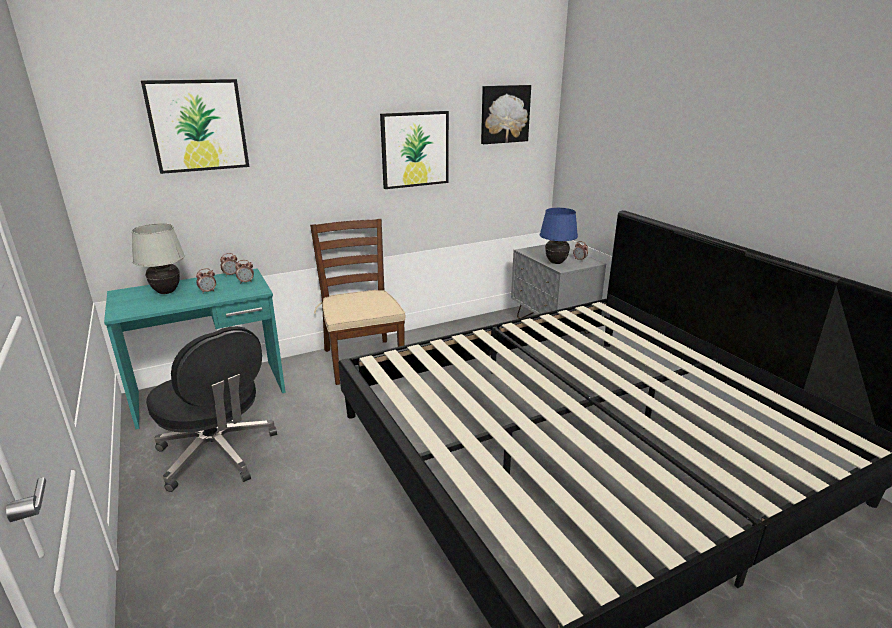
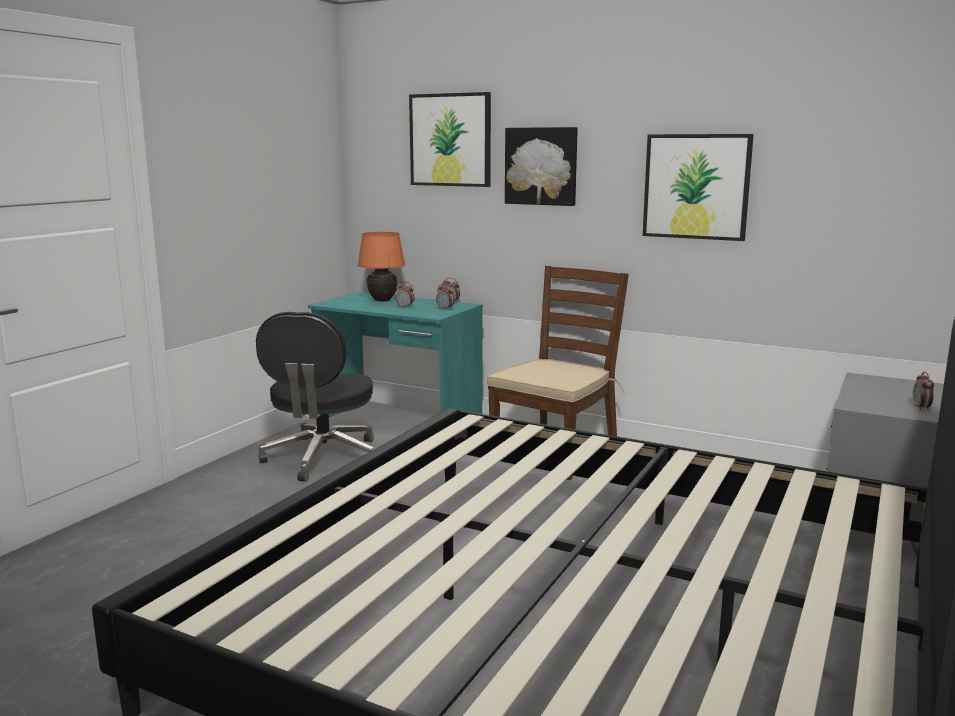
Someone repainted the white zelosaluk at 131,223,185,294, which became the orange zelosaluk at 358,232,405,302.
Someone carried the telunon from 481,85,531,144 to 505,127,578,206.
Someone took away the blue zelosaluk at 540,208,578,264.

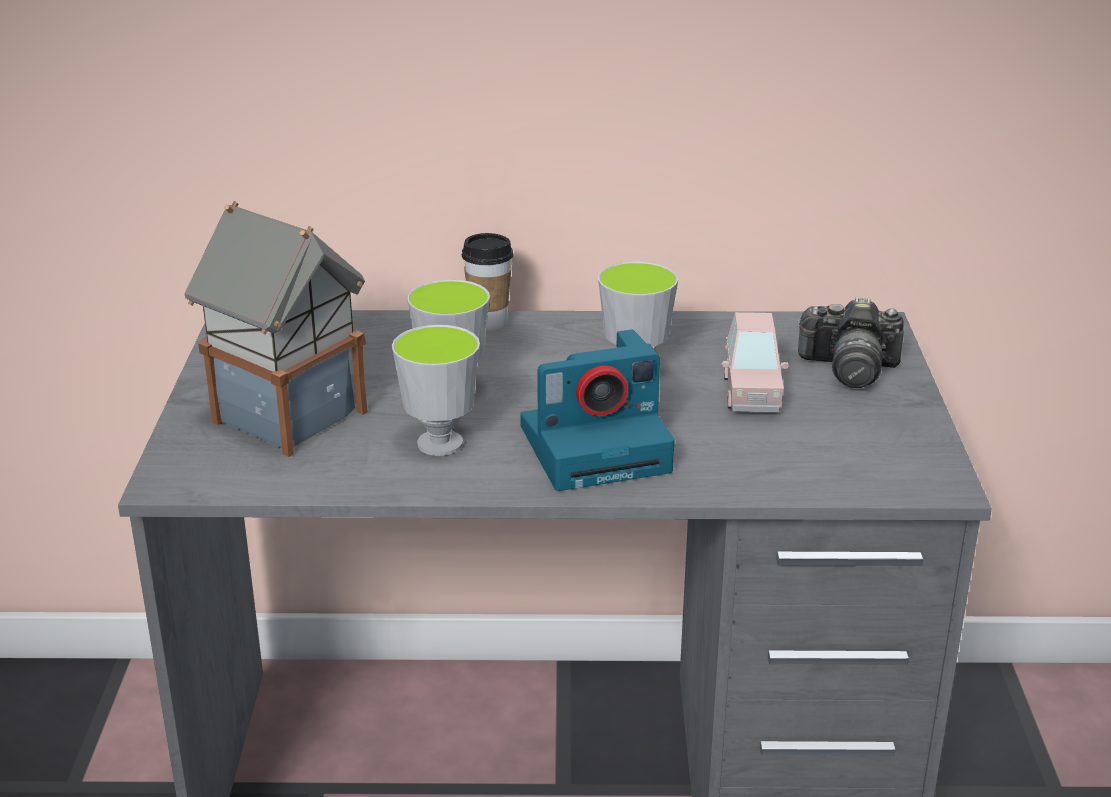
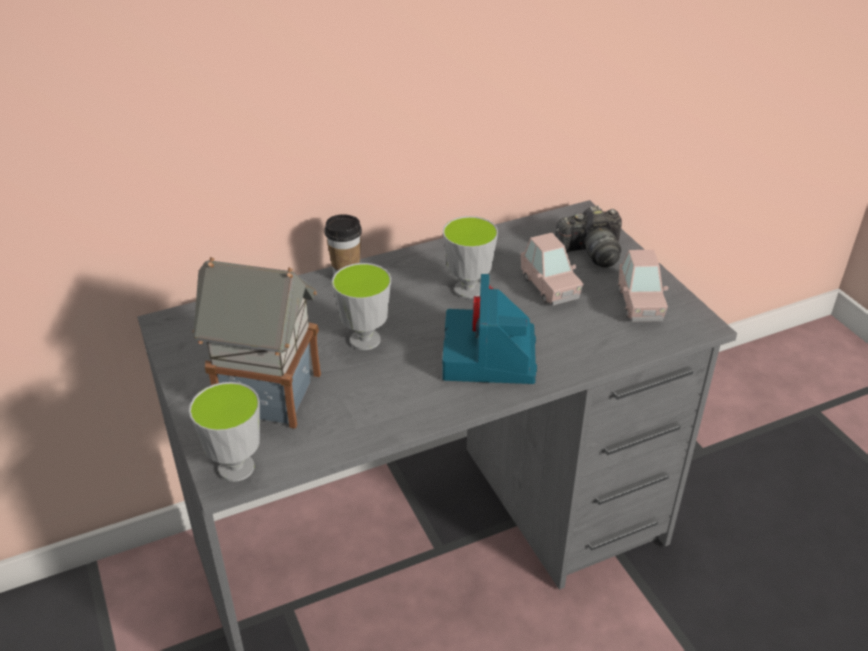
Someone carried the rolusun from 392,325,480,456 to 189,382,260,482.
Someone rotated the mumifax at 520,329,675,491 by 135 degrees clockwise.
Someone put down the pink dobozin at 618,250,668,322.

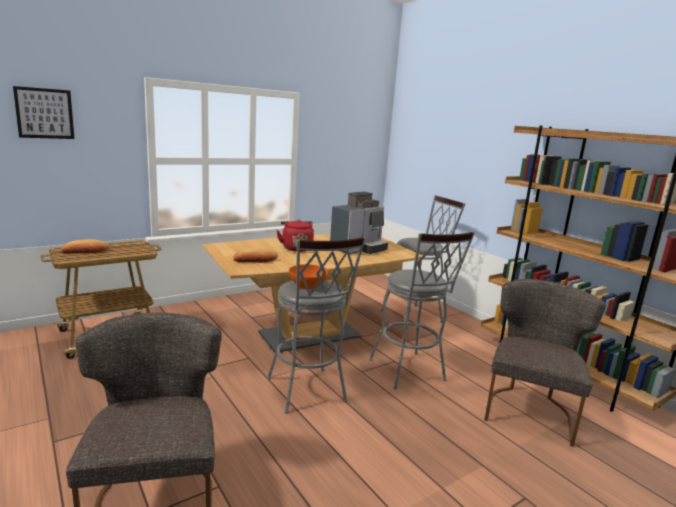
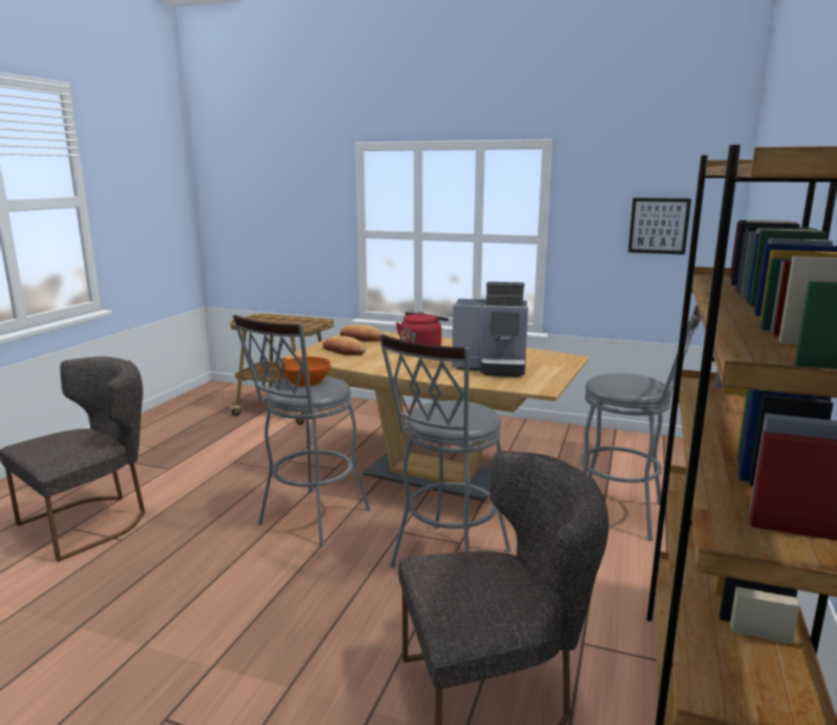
Someone carried the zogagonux from 61,239,109,254 to 340,324,383,341.
Someone carried the telunon from 13,86,74,139 to 628,198,691,255.

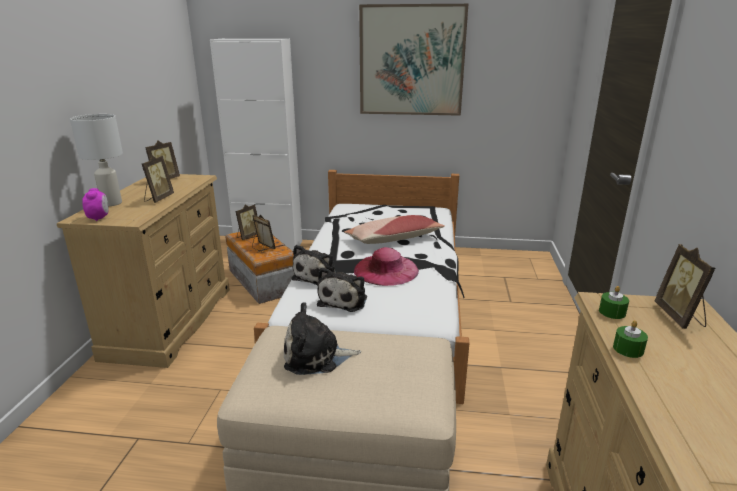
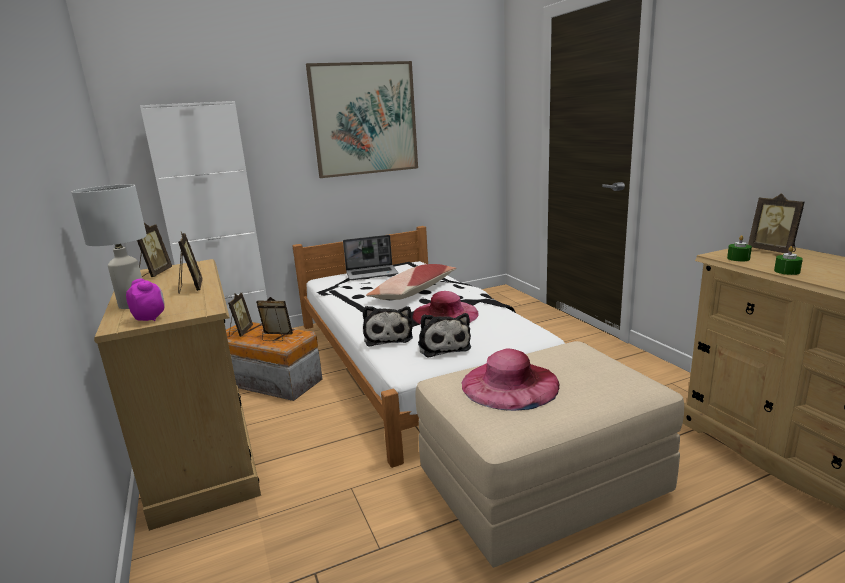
Someone put down the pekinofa at 343,235,398,280.
Someone swapped the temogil at 284,302,361,375 for the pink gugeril at 462,349,559,411.

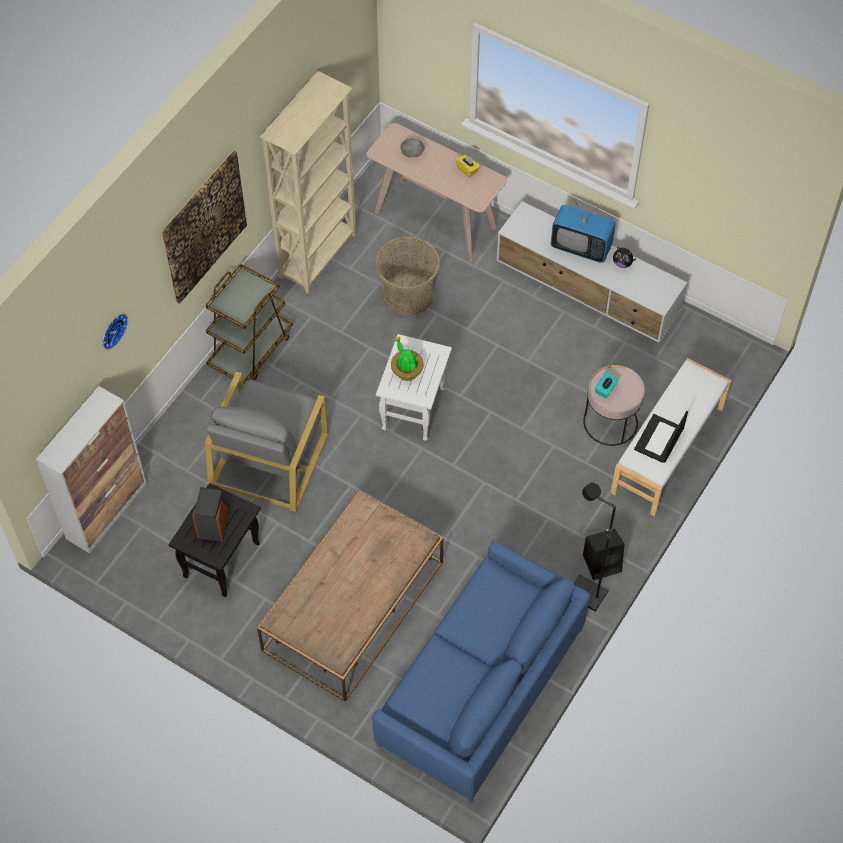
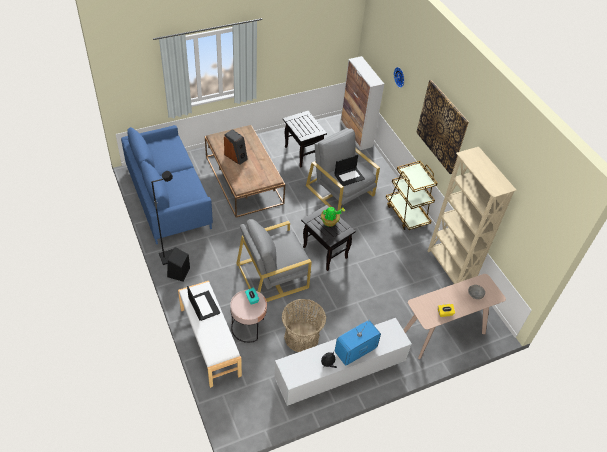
Someone carried the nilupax from 192,487,229,542 to 224,129,248,165.
Someone put down the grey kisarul at 236,219,312,302.
Someone carried the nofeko from 375,236,440,315 to 282,299,326,352.
Someone repainted the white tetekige at 376,334,452,441, which became the black tetekige at 301,205,356,271.
Someone put down the pekinofa at 335,155,365,186.

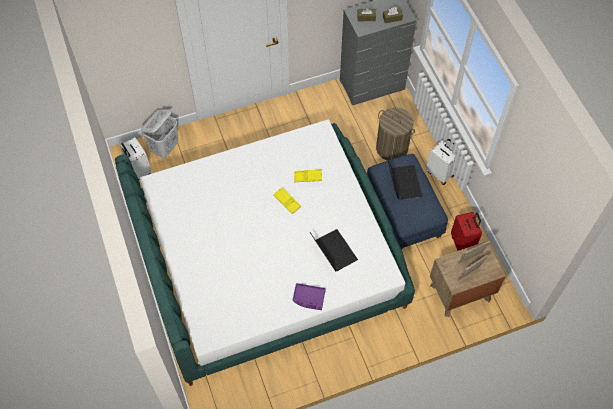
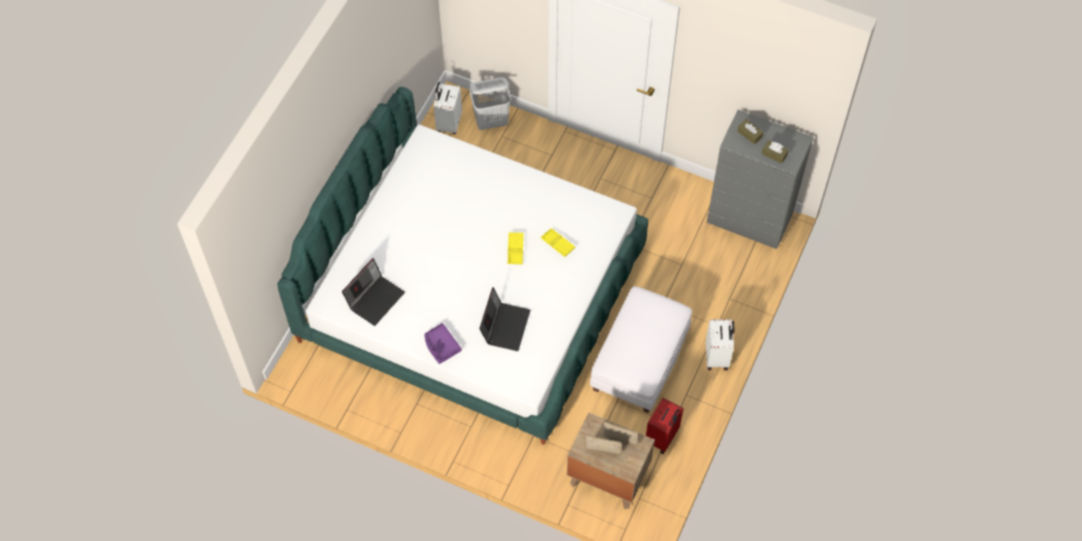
Someone carried the pekinofa from 387,156,422,200 to 342,258,405,326.
Someone repainted the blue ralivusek at 367,154,448,250, which became the white ralivusek at 590,286,692,413.
Someone took away the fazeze at 376,108,415,161.

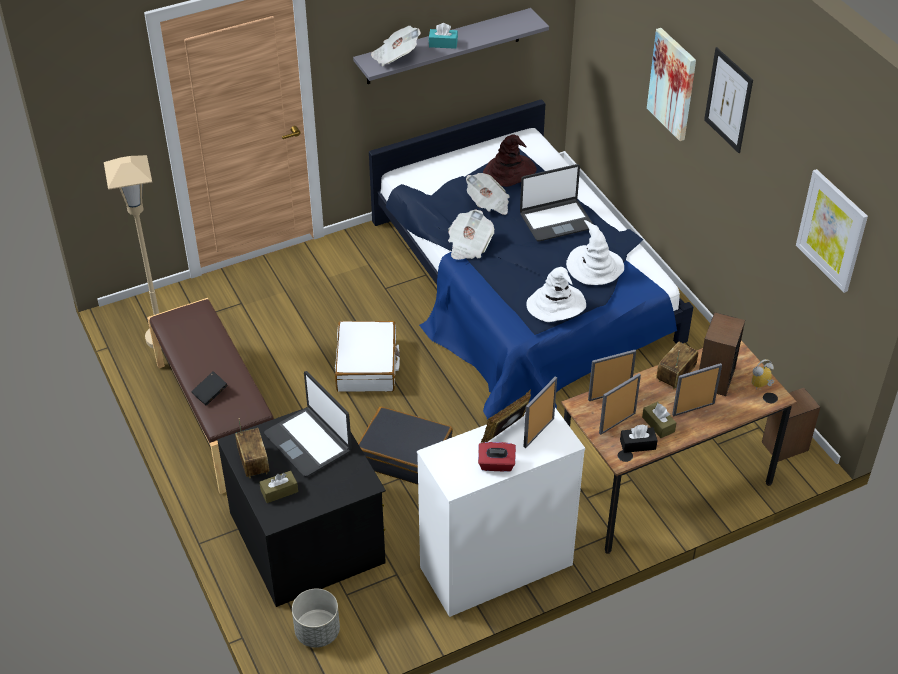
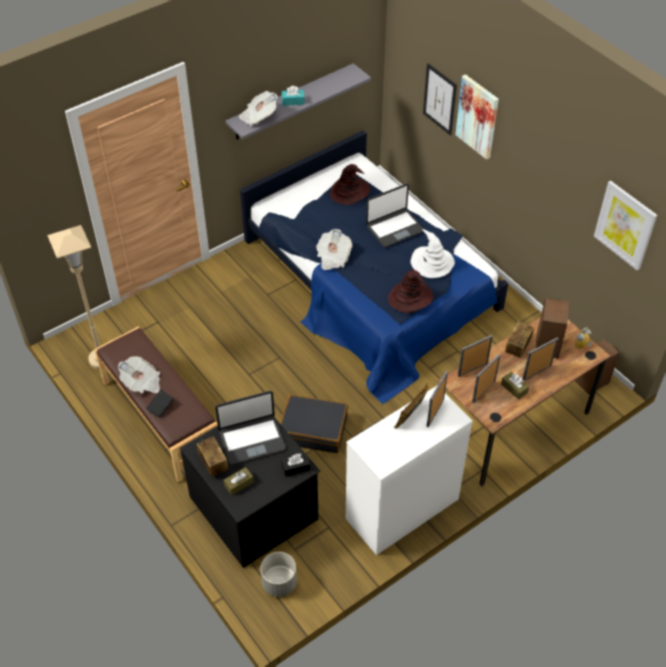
Someone carried the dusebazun from 466,173,510,215 to 118,356,160,393.
Someone rotated the pekinofa at 264,371,352,477 by 60 degrees counterclockwise.
Someone carried the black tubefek from 620,425,657,453 to 281,453,310,477.
Someone repainted the white gugeril at 526,267,586,322, which became the brown gugeril at 388,270,434,313.
Someone carried the telunon from 704,47,753,153 to 423,63,457,136.
Someone took away the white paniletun at 335,321,400,392.
Someone took away the red tubefek at 478,442,516,472.

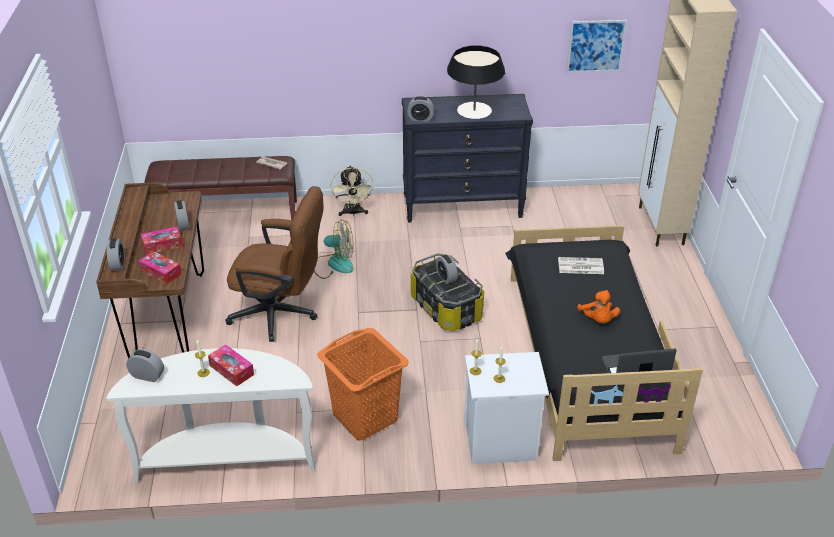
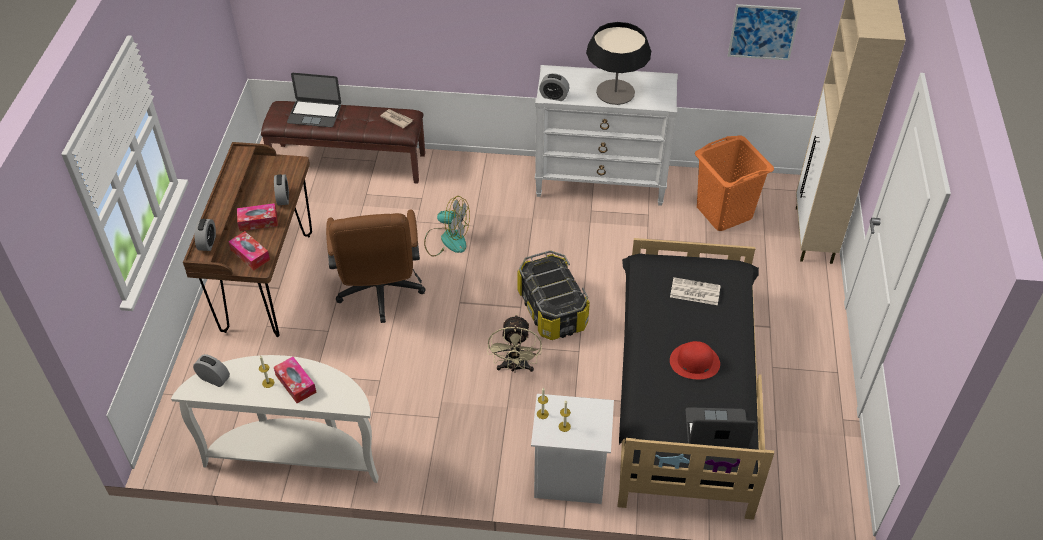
Someone put down the pekinofa at 287,73,341,127.
Someone rotated the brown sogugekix at 225,186,323,342 by 60 degrees clockwise.
Someone carried the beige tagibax from 331,166,374,216 to 487,314,542,373.
Someone repainted the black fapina at 402,94,533,223, which became the white fapina at 535,65,678,206.
Someone swapped the orange temogil at 577,290,620,323 for the red gugeril at 670,341,720,379.
Someone carried the orange fazeze from 317,328,409,440 to 695,135,774,231.
Someone took away the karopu at 436,255,458,284.

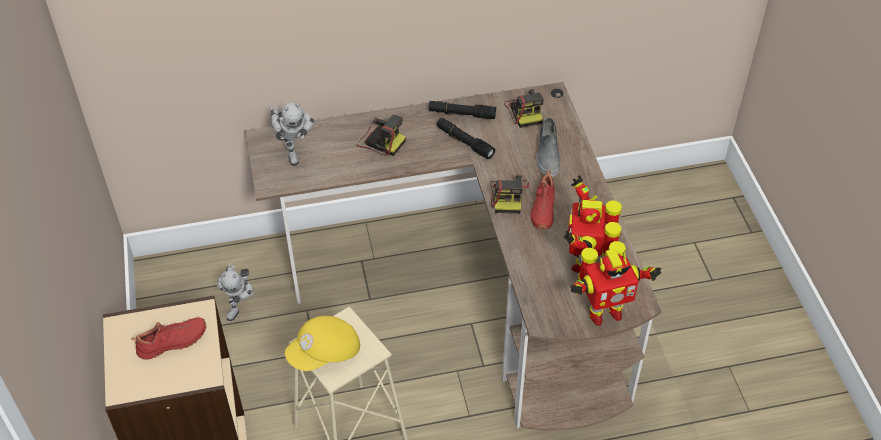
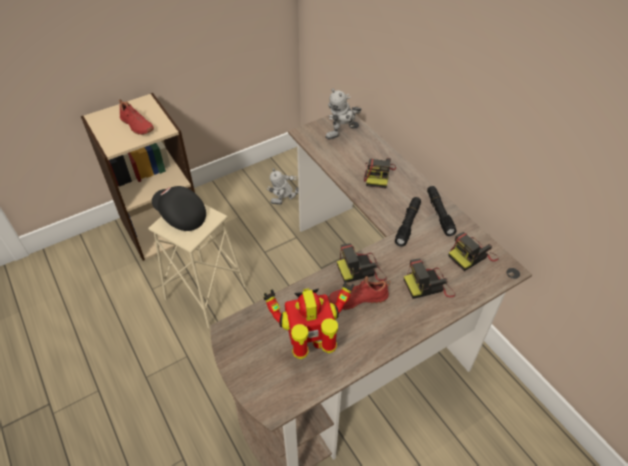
Someone repainted the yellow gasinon at 285,316,360,371, which became the black gasinon at 152,186,206,231.
Someone swapped the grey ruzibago at 536,118,560,177 for the mumifax at 404,259,455,299.
Someone took away the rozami at 570,241,661,326.

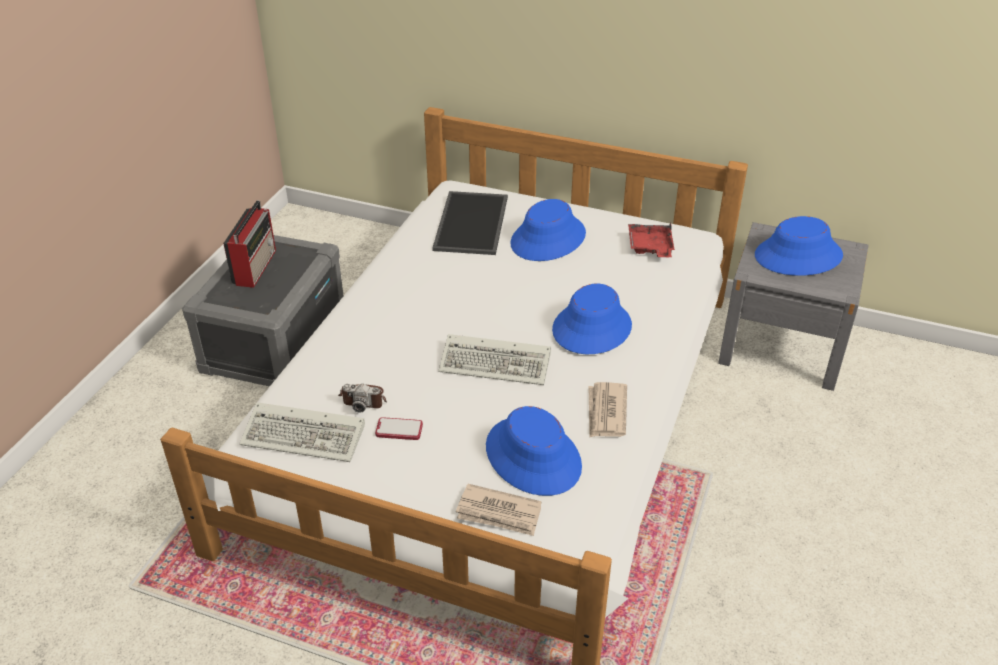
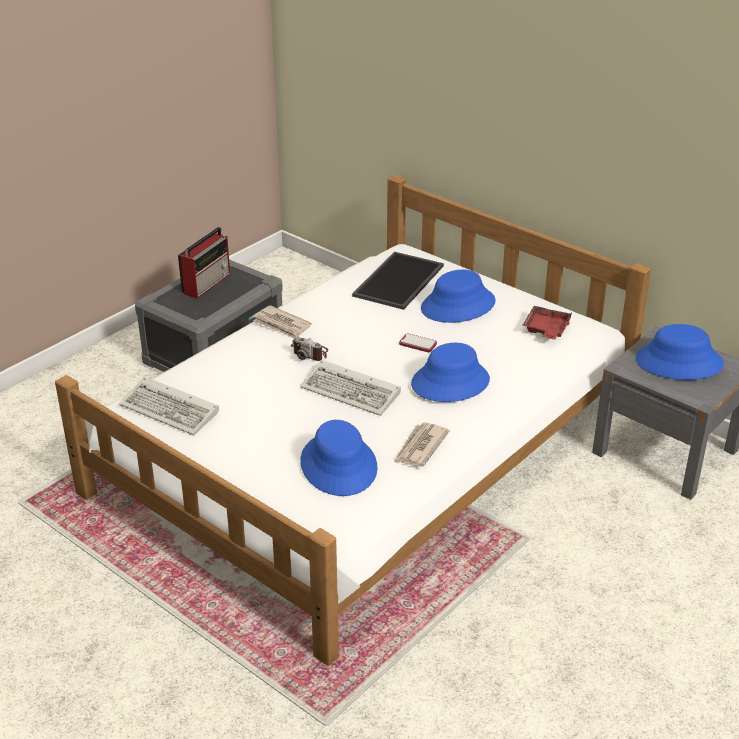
Someone carried the dusebazun from 456,484,542,536 to 253,306,312,338.
Someone carried the mumifax from 338,384,387,413 to 291,336,328,361.
Someone carried the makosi from 375,417,423,440 to 399,333,437,352.

